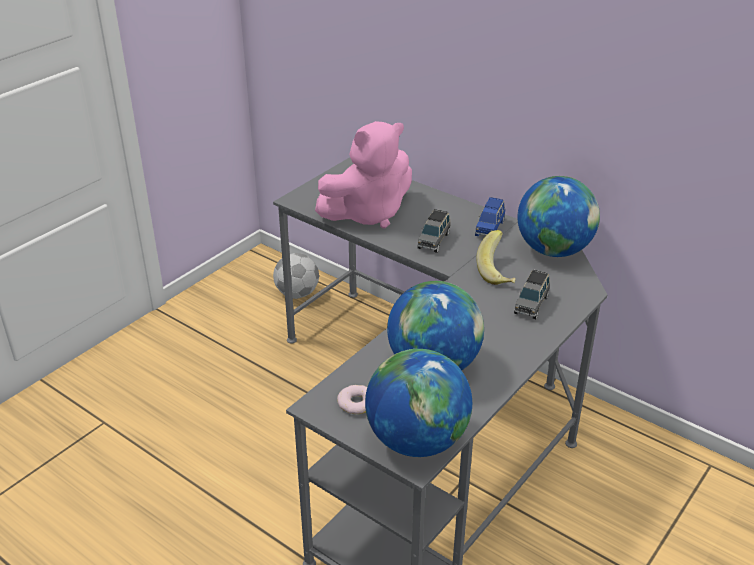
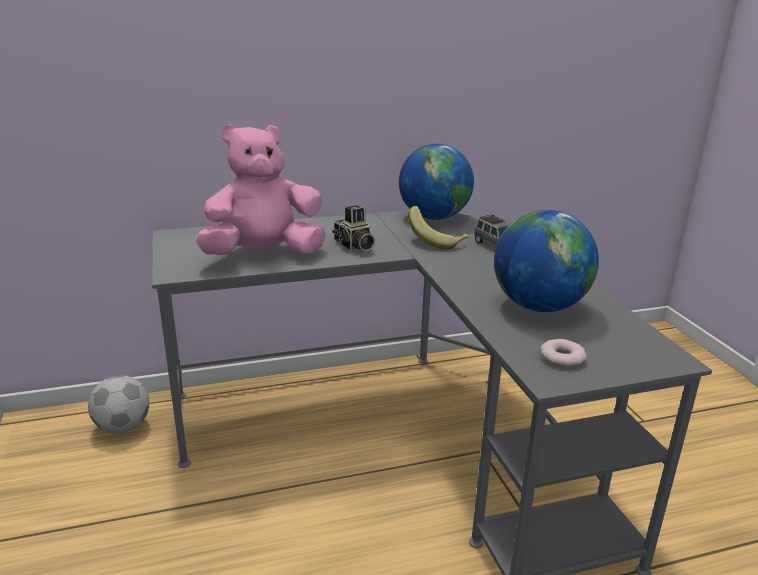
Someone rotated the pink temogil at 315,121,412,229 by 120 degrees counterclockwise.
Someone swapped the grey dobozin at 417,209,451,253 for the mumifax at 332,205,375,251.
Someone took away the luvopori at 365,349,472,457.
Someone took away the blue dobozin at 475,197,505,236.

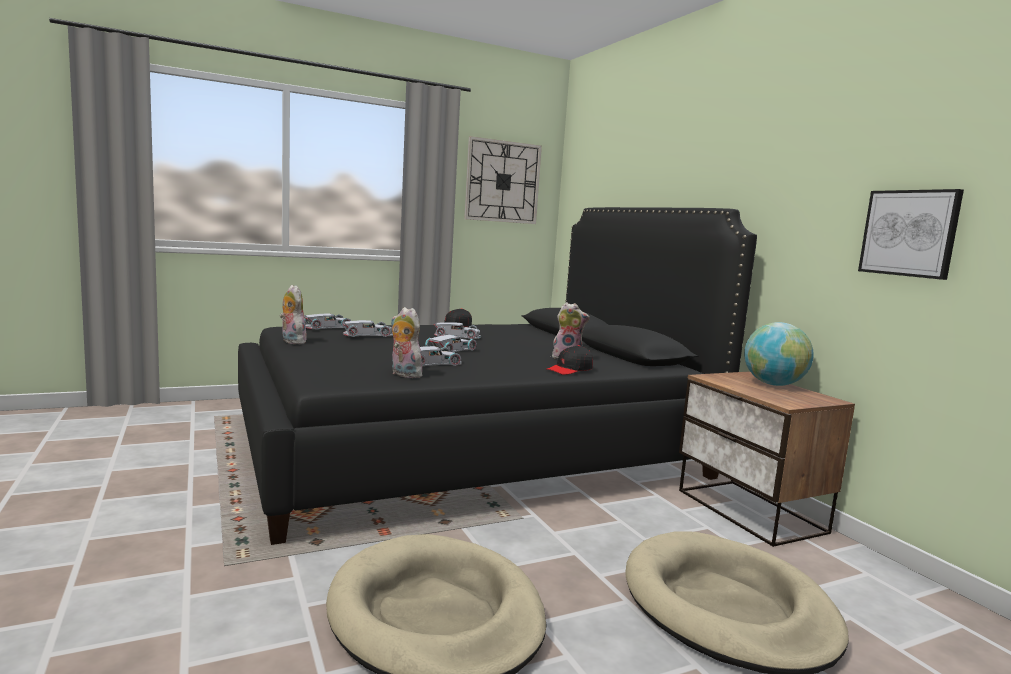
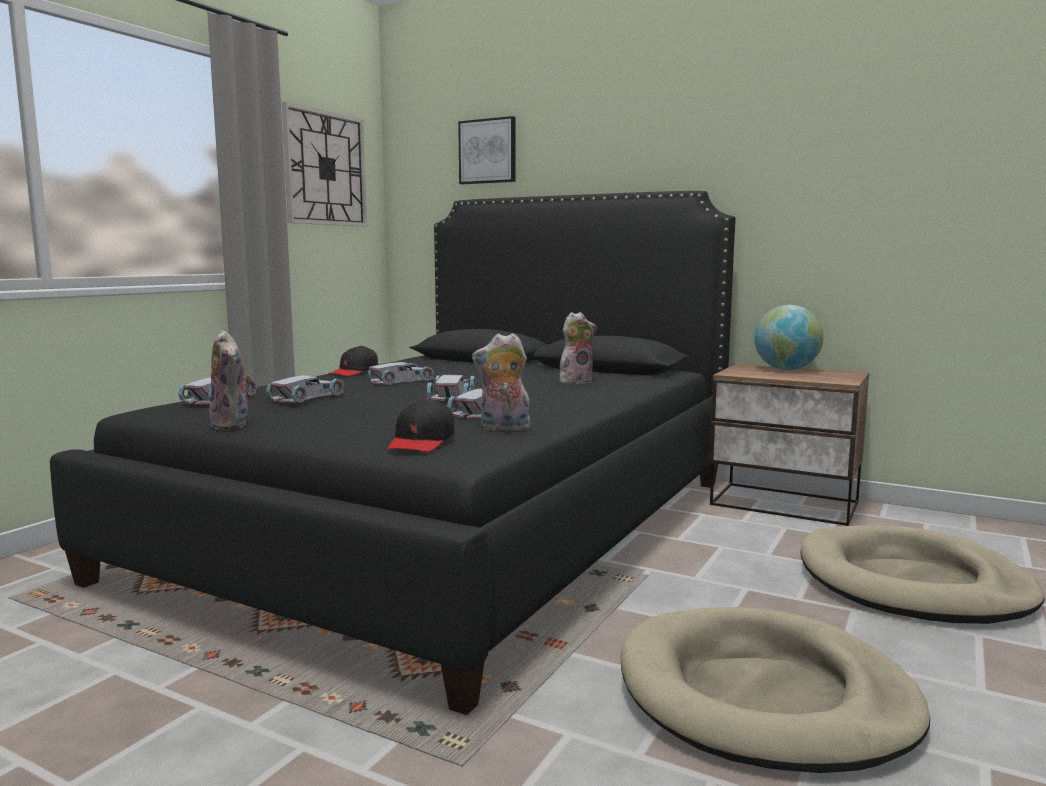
Someone rotated the temogil at 279,285,307,344 by 135 degrees counterclockwise.
Someone carried the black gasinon from 546,345,593,375 to 387,398,455,452.
Someone carried the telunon from 858,189,964,280 to 458,116,516,184.

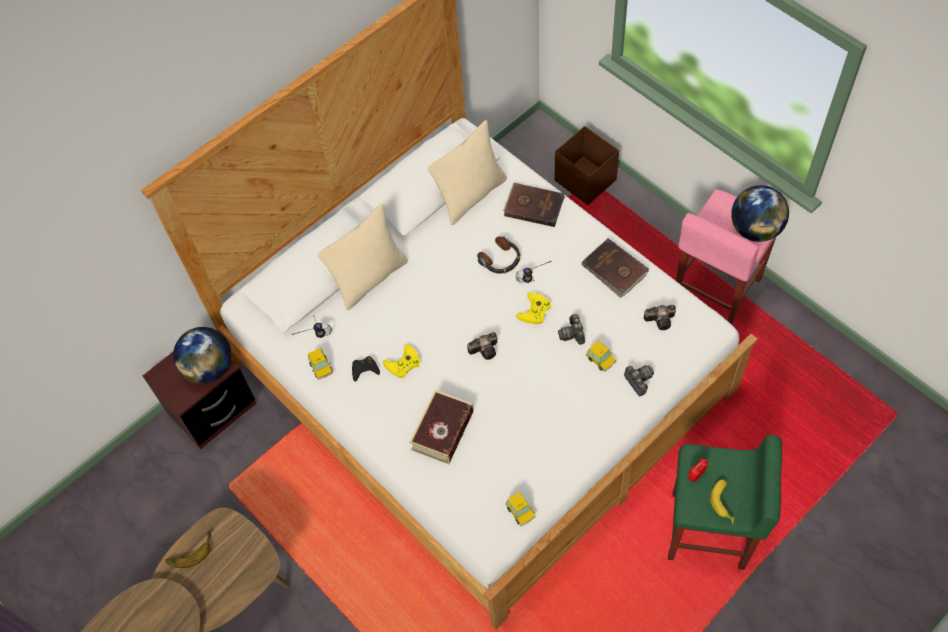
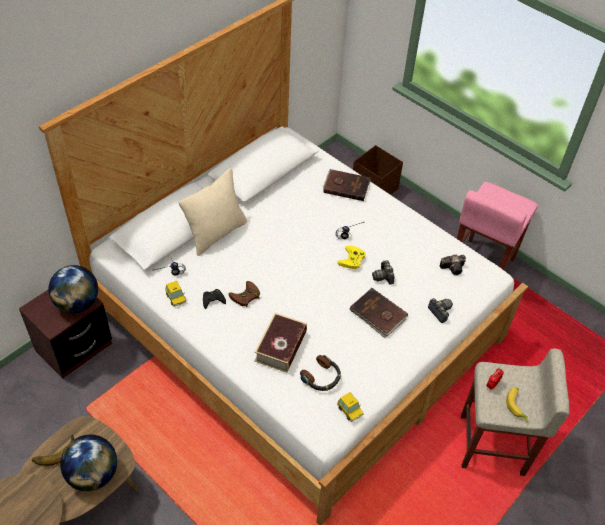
Someone carried the luvopori from 731,185,789,242 to 60,435,117,491.
Someone repainted the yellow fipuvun at 383,344,420,378, which became the brown fipuvun at 229,281,260,307.
Someone carried the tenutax from 477,236,520,274 to 300,355,341,391.
Someone carried the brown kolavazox from 581,238,649,298 to 349,288,408,338.
Someone repainted the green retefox at 668,435,782,570, which became the beige retefox at 461,349,569,476.
Someone took away the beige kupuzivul at 428,120,507,225.
Someone took away the mumifax at 467,332,498,360.
Someone took away the dobozin at 586,340,616,372.

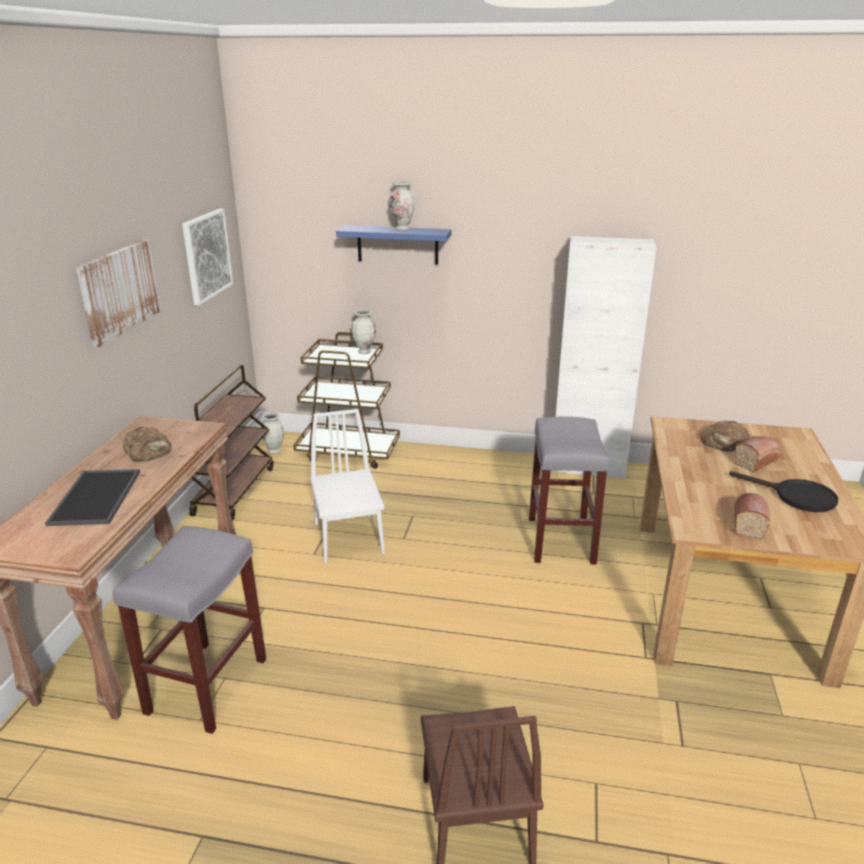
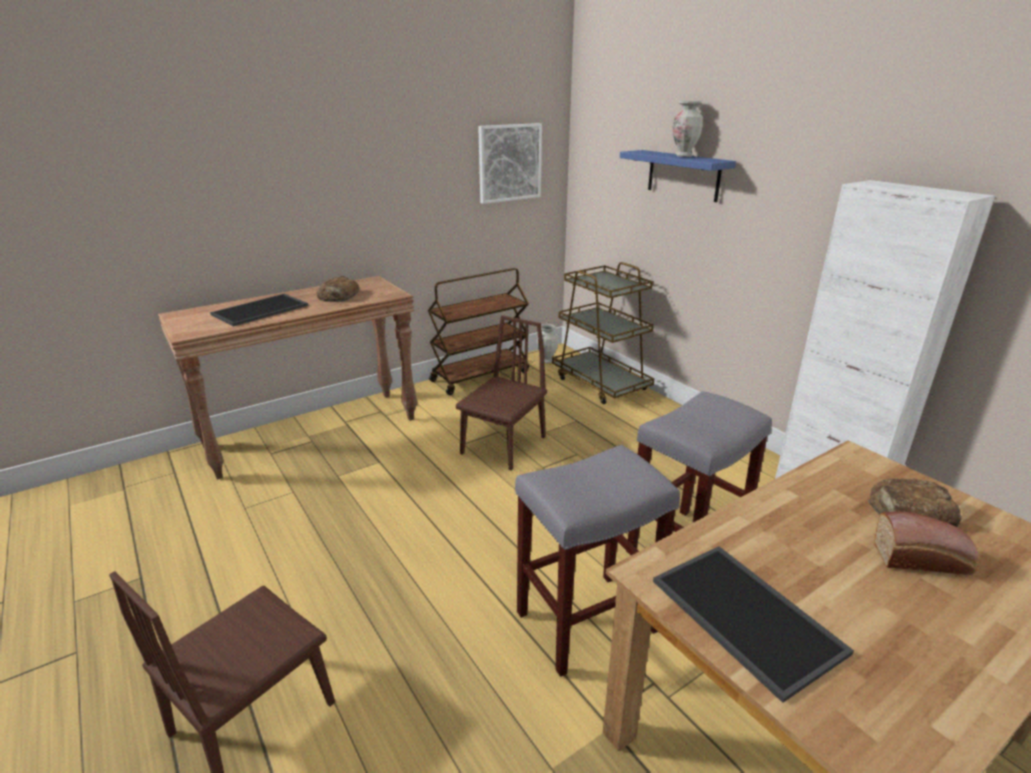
Someone repainted the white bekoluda at 310,409,385,563, which became the brown bekoluda at 456,315,547,470.
Someone carried the grey retefox from 113,526,266,734 to 515,445,680,677.
Someone swapped the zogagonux at 734,493,770,539 for the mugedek at 653,546,854,703.
Someone took away the telunon at 76,240,161,347.
Someone took away the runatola at 351,309,376,354.
Someone took away the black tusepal at 729,471,838,512.

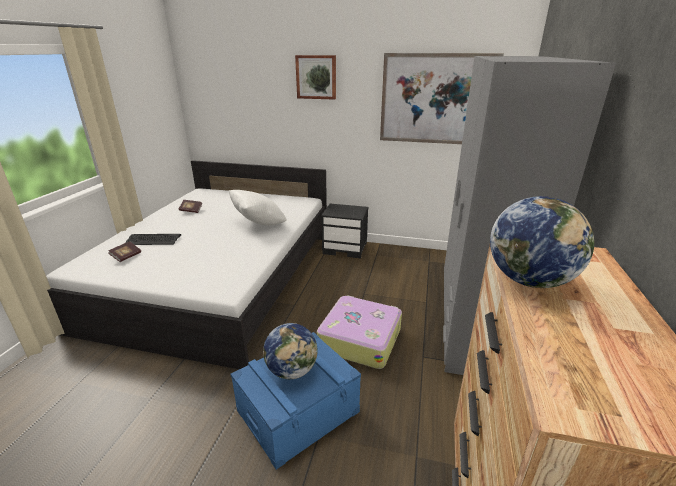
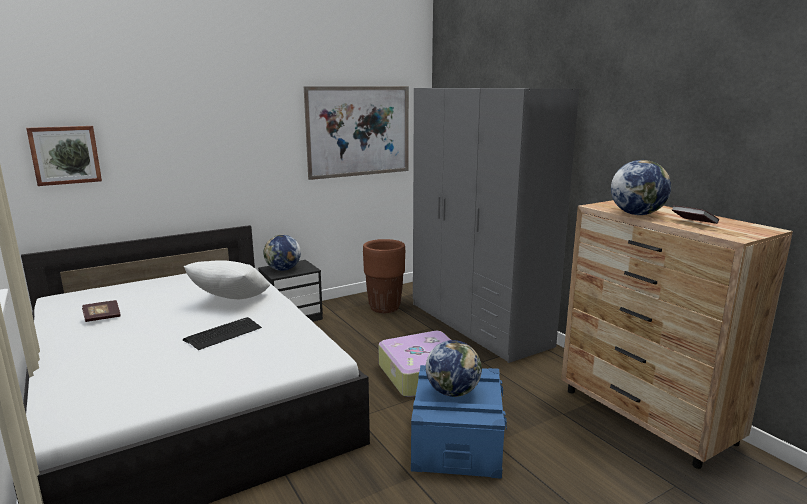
Someone carried the telunon from 295,55,336,100 to 26,126,102,186.
Someone carried the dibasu from 125,234,181,245 to 183,317,262,350.
Someone put down the luvopori at 263,235,301,271.
Someone put down the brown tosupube at 363,239,405,313.
Someone carried the kolavazox from 108,241,141,262 to 671,206,719,224.

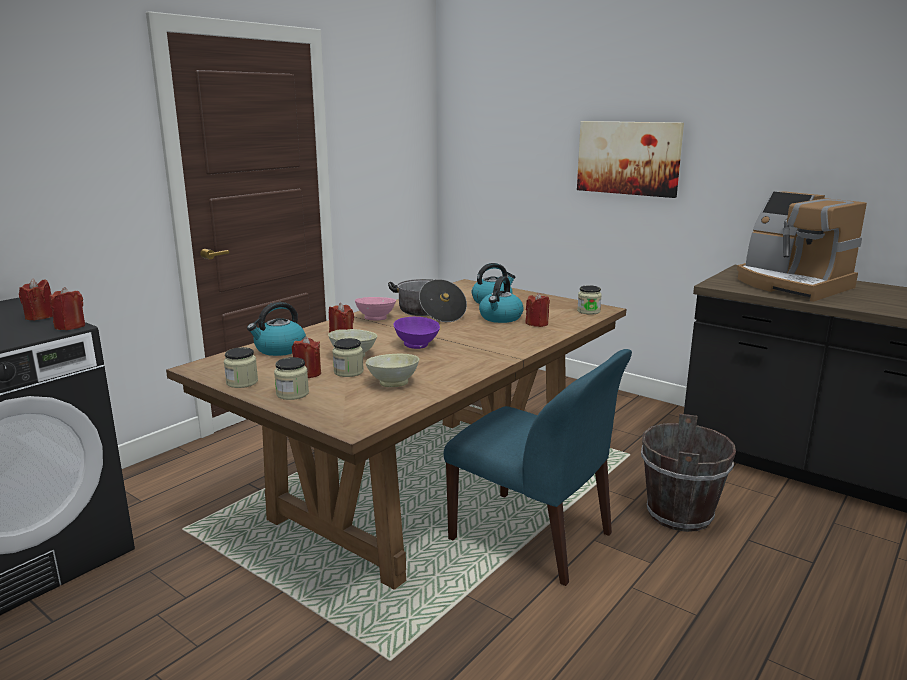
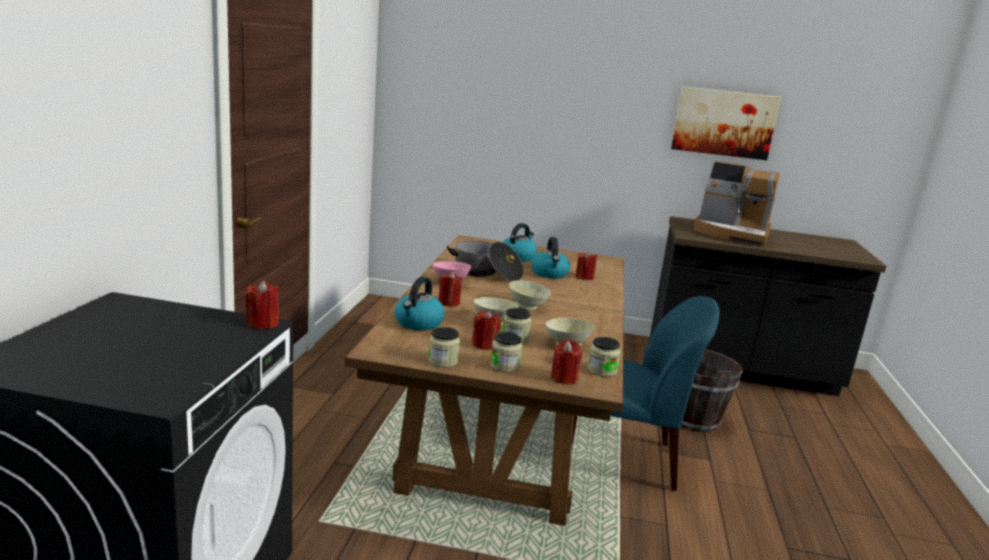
Someone repainted the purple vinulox at 393,317,440,349, which became the beige vinulox at 509,280,551,310.
Someone carried the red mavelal from 19,279,53,321 to 551,339,582,384.
Someone carried the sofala from 577,285,602,315 to 588,337,621,377.
Someone carried the telunon from 577,121,684,198 to 671,86,781,160.

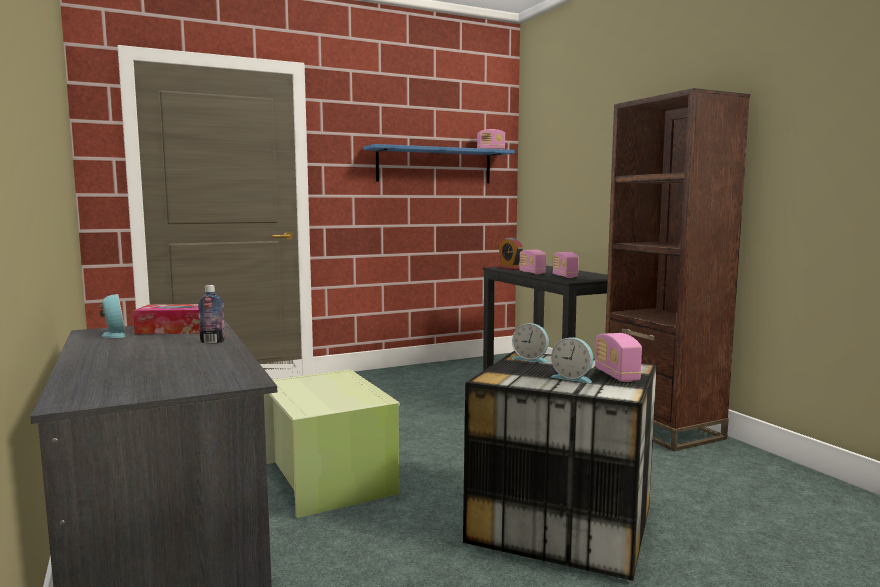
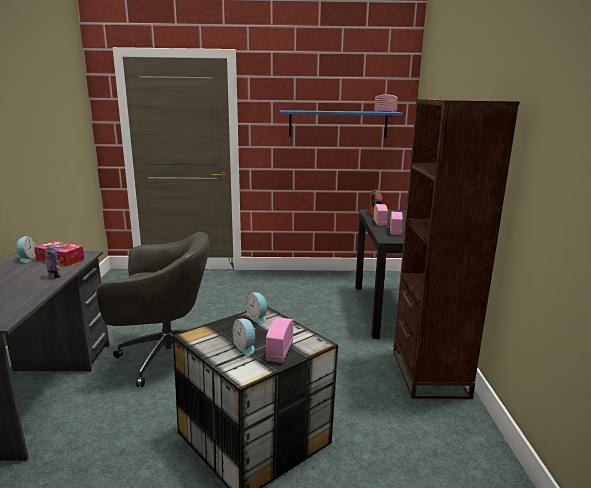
Someone swapped the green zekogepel at 264,370,400,518 for the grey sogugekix at 96,232,210,387.

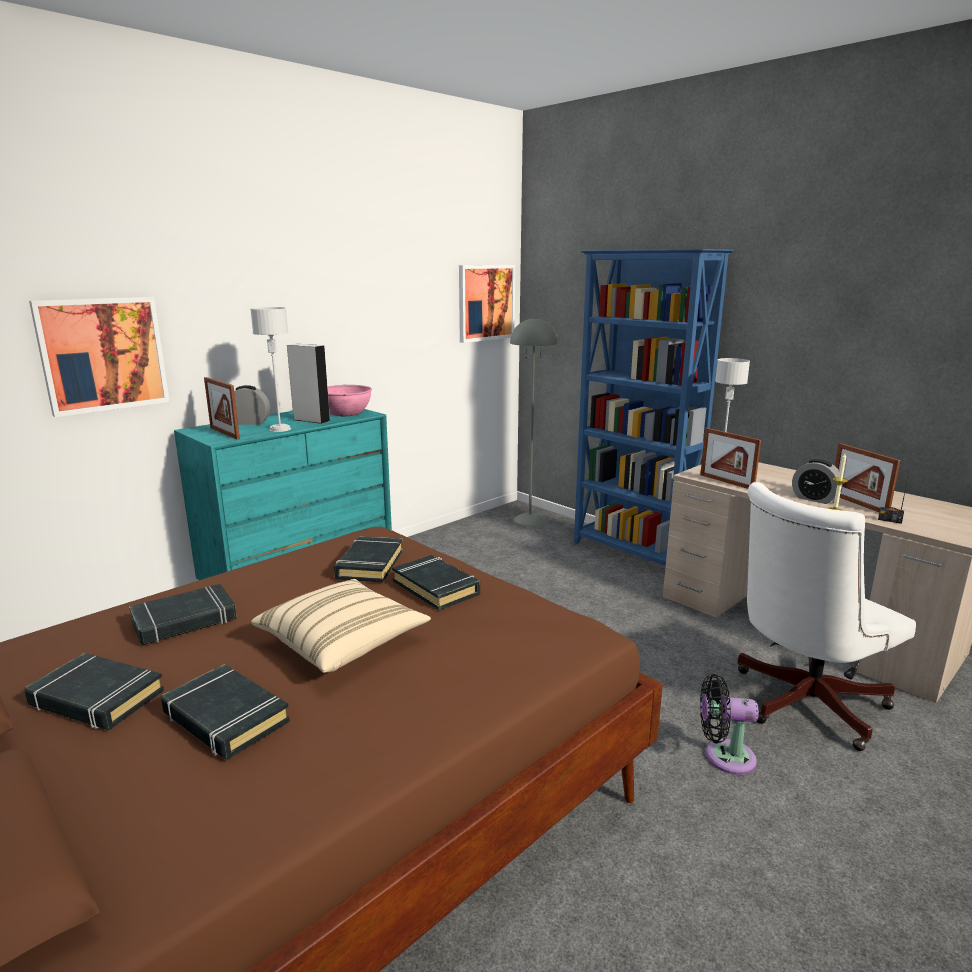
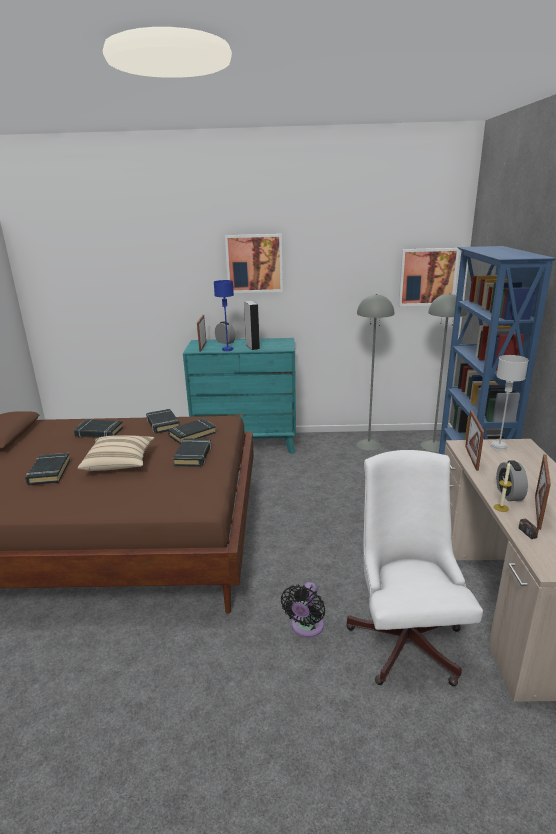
Someone carried the black kolavazox from 24,653,164,730 to 146,409,179,434.
Someone repainted the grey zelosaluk at 250,307,291,432, which became the blue zelosaluk at 214,280,234,351.
Someone carried the telunon from 29,297,170,417 to 225,234,283,293.
Someone rotated the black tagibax at 700,674,759,775 by 120 degrees counterclockwise.
Someone rotated the white sogugekix at 737,482,916,751 by 75 degrees clockwise.
Someone put down the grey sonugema at 357,294,394,451.
Someone took away the pink vinulox at 327,385,372,416.

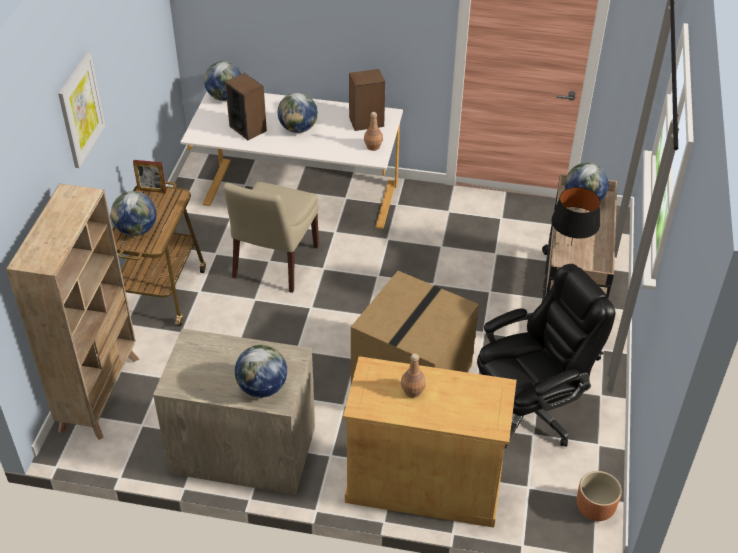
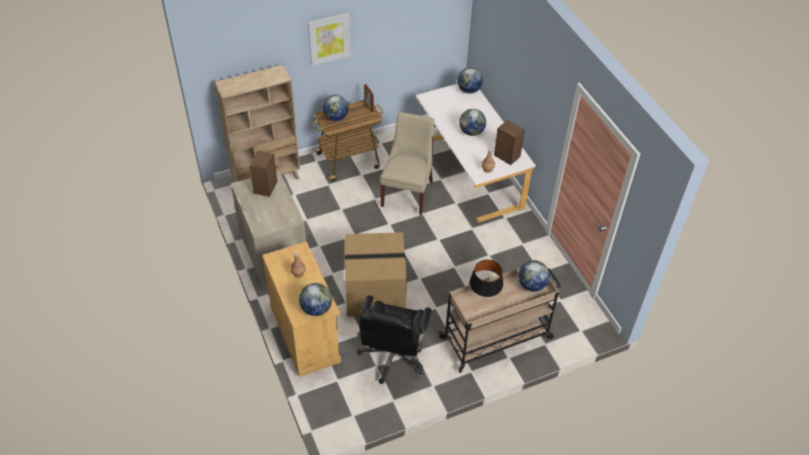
Someone carried the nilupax from 225,73,267,140 to 249,151,277,197.
Someone carried the luvopori from 235,345,287,398 to 299,283,332,316.
Someone rotated the black sogugekix at 477,264,615,449 by 75 degrees clockwise.
Someone rotated the beige bekoluda at 223,182,319,293 by 120 degrees clockwise.
Someone took away the brown tosupube at 577,471,622,521.

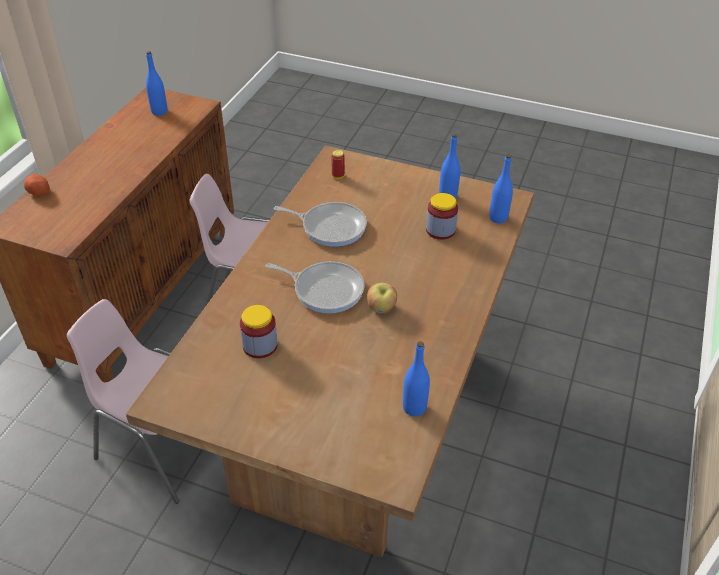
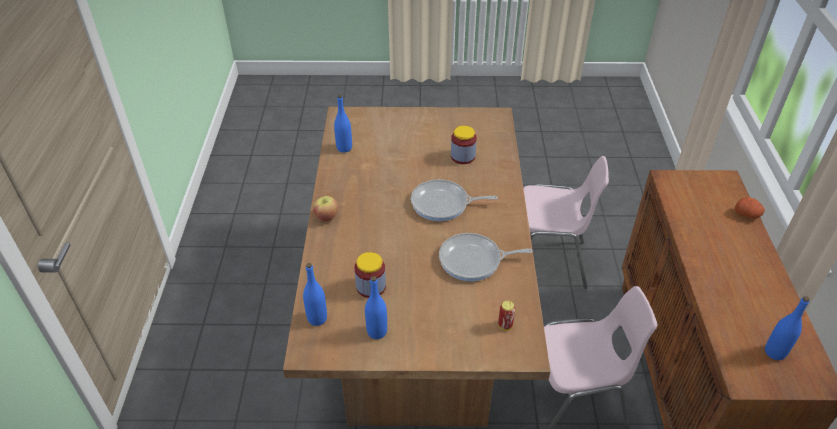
Someone carried the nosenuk from 367,283,397,313 to 313,196,338,222.

